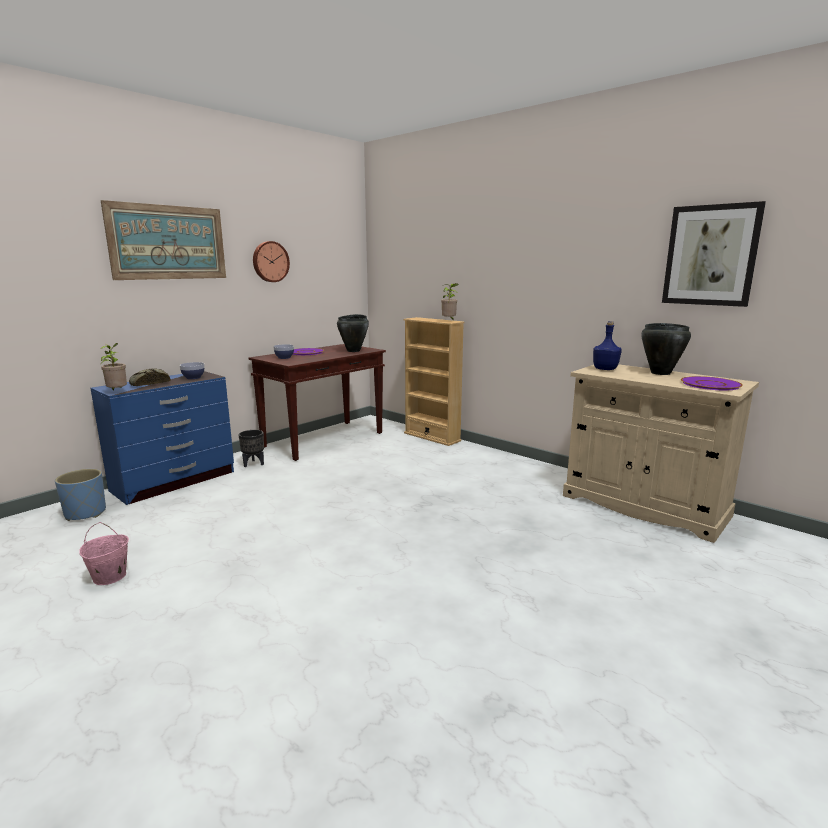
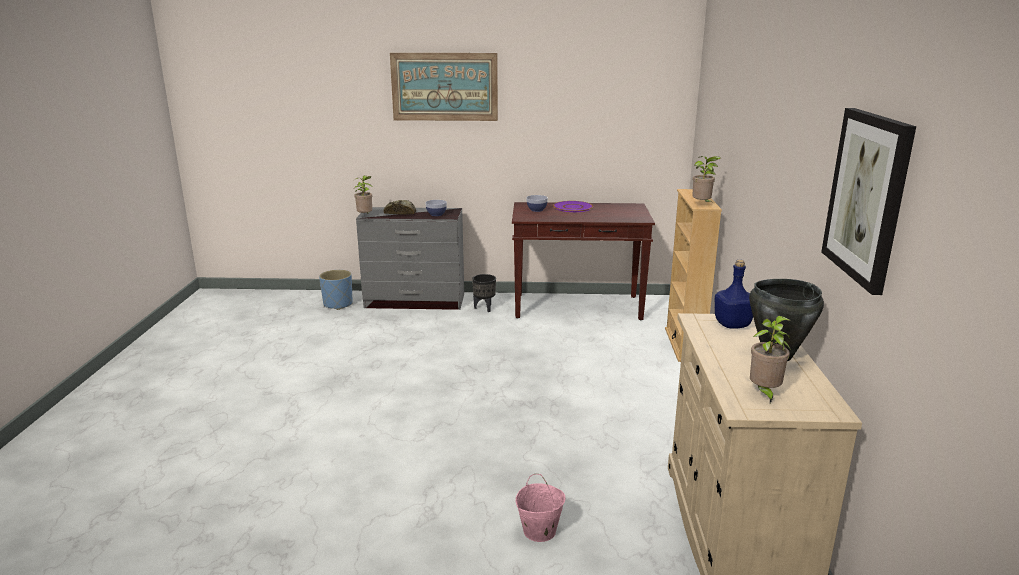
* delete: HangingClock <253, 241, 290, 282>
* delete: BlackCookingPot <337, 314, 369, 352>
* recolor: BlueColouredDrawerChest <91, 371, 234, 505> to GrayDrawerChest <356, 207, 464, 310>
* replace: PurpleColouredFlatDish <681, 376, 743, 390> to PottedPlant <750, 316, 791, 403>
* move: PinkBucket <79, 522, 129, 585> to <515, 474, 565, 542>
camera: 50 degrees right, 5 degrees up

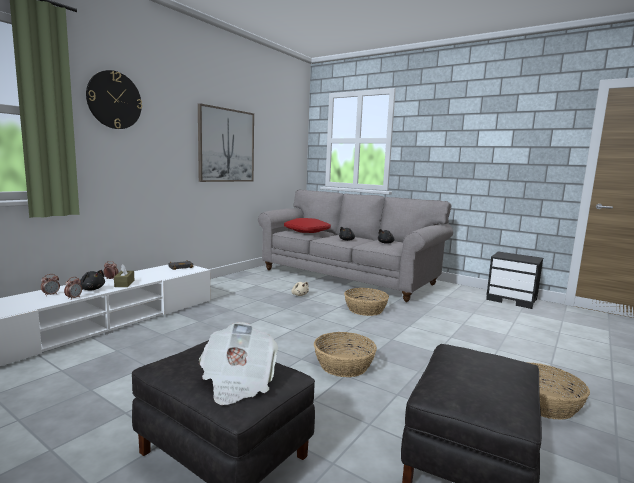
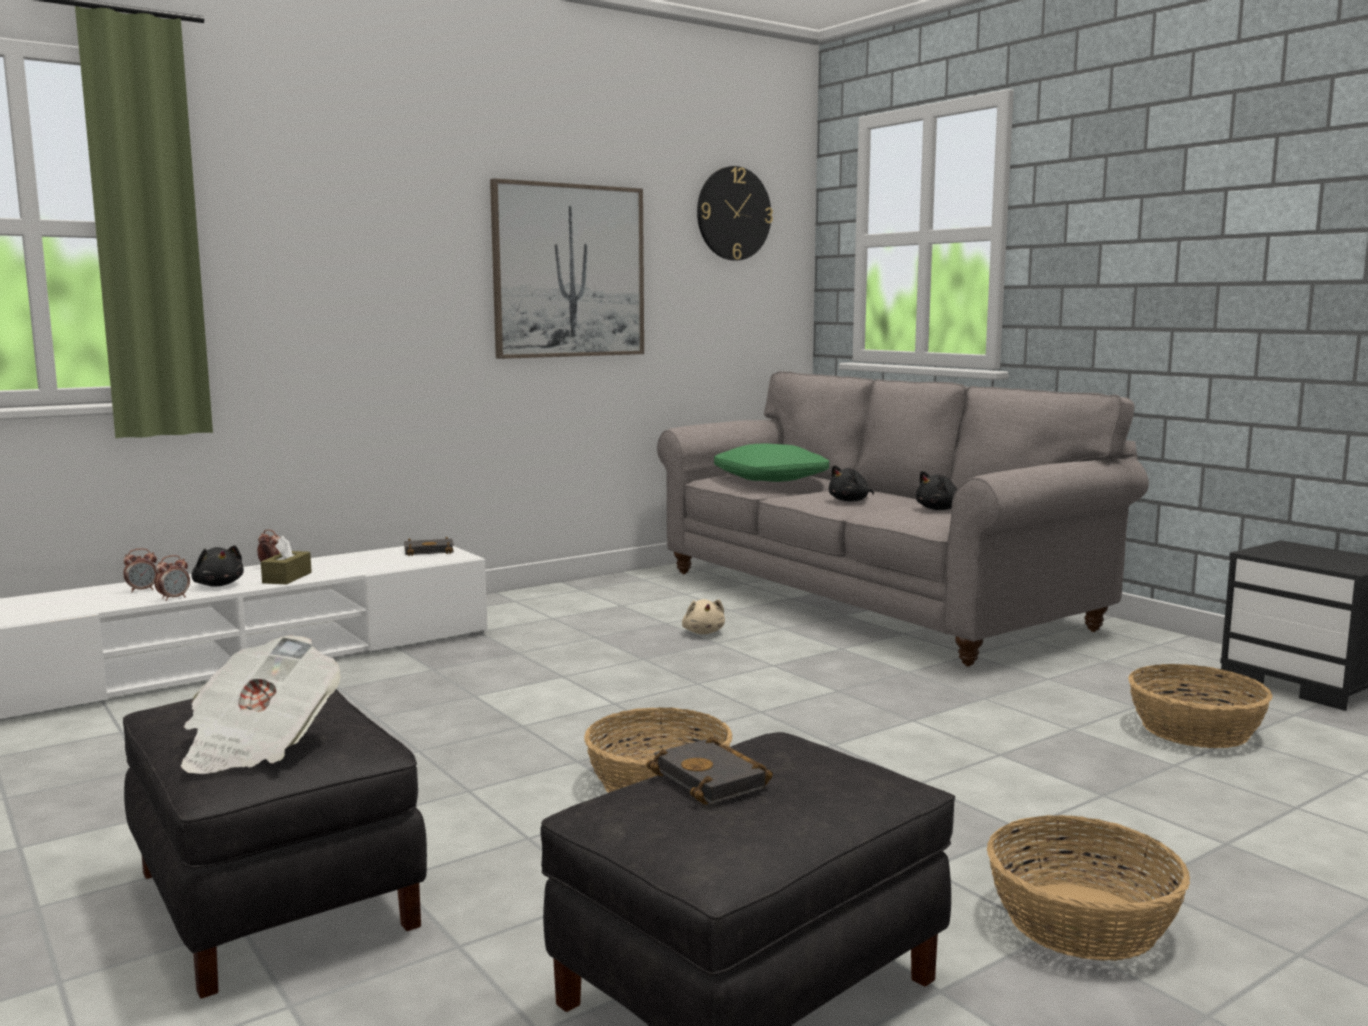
* move: HangingClock <86, 70, 142, 129> to <697, 166, 773, 261>
* recolor: RedColouredThrowPillow <284, 218, 331, 233> to GreenThrowPillow <714, 443, 829, 482>
* move: HouseholdBasket <344, 288, 389, 316> to <1128, 664, 1273, 748>
* insert: BlackVolume <646, 737, 773, 804>
camera: 20 degrees right, 0 degrees up

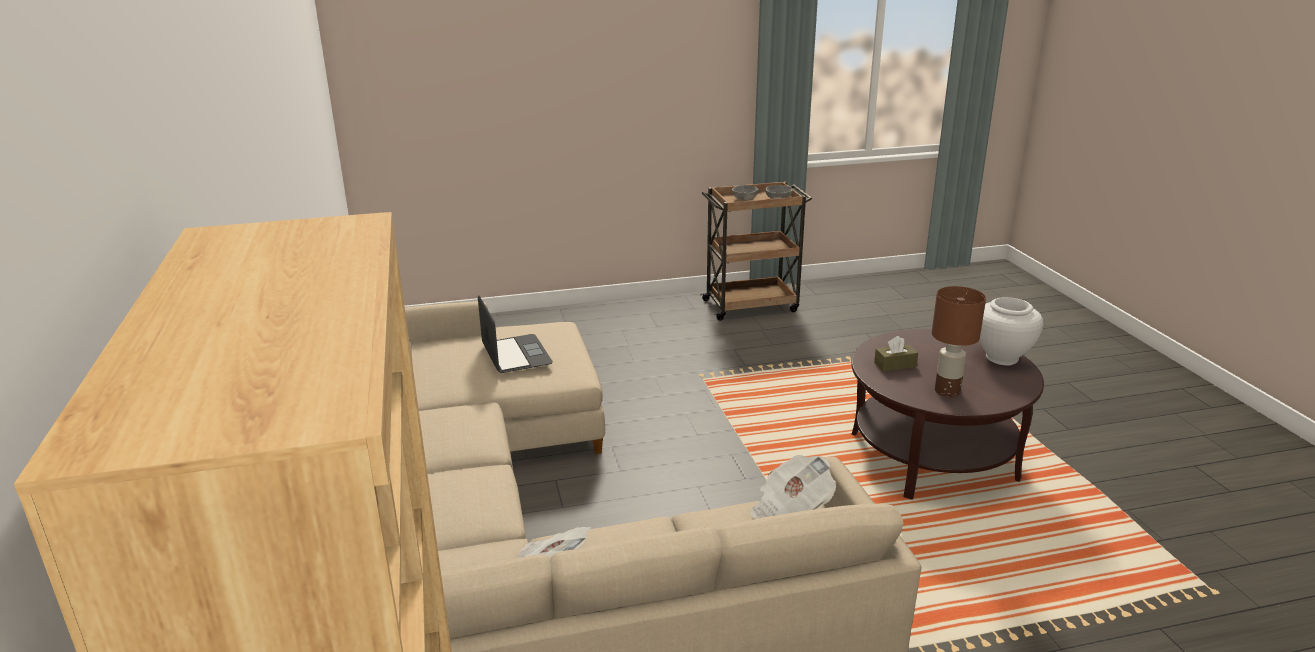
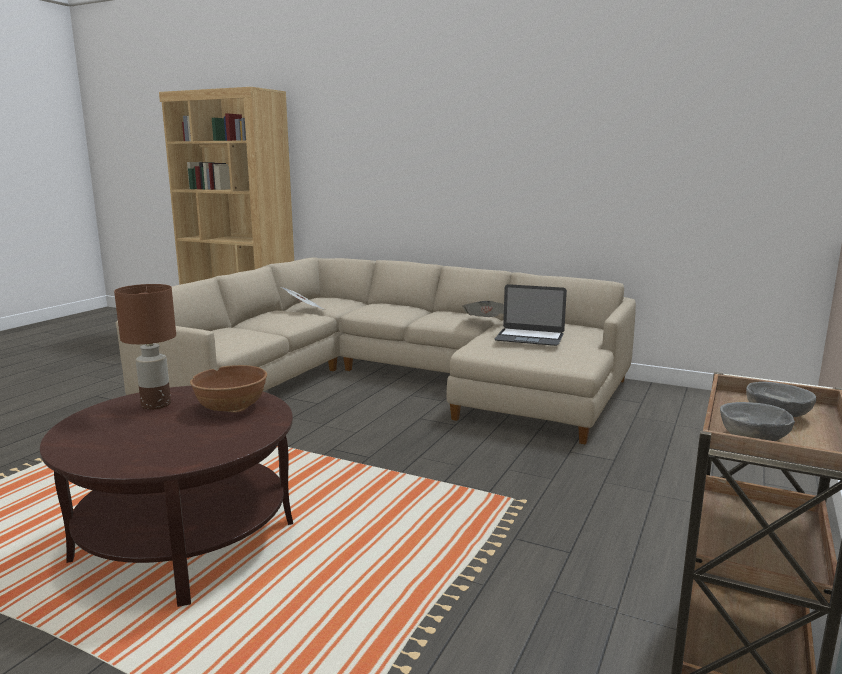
* delete: WhiteFlowerVase <979, 297, 1043, 365>
* replace: BrownColouredTissueBox <874, 336, 918, 372> to BrownColouredServingBowl <190, 365, 267, 413>
* move: PrintedPaper <750, 455, 836, 519> to <462, 301, 504, 317>
camera: 130 degrees right, 10 degrees down

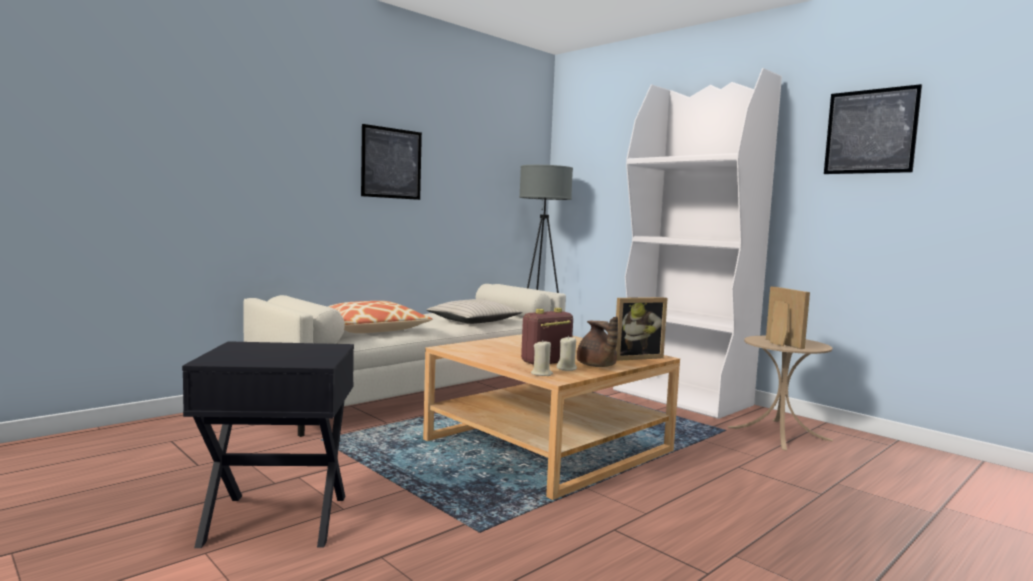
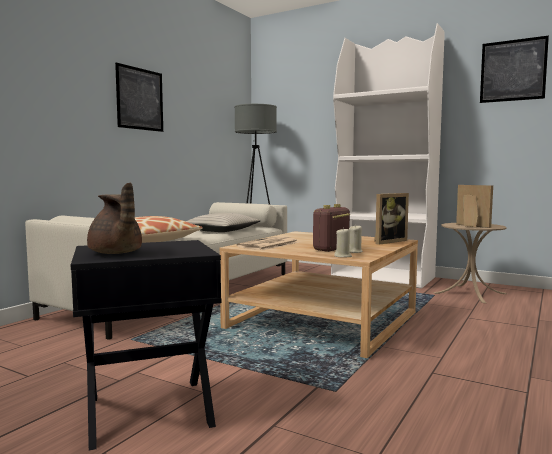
* move: BrownColouredPotForTea <577, 316, 618, 367> to <87, 183, 142, 254>
* insert: PrintedPaper <236, 236, 299, 250>
camera: 15 degrees left, 0 degrees up

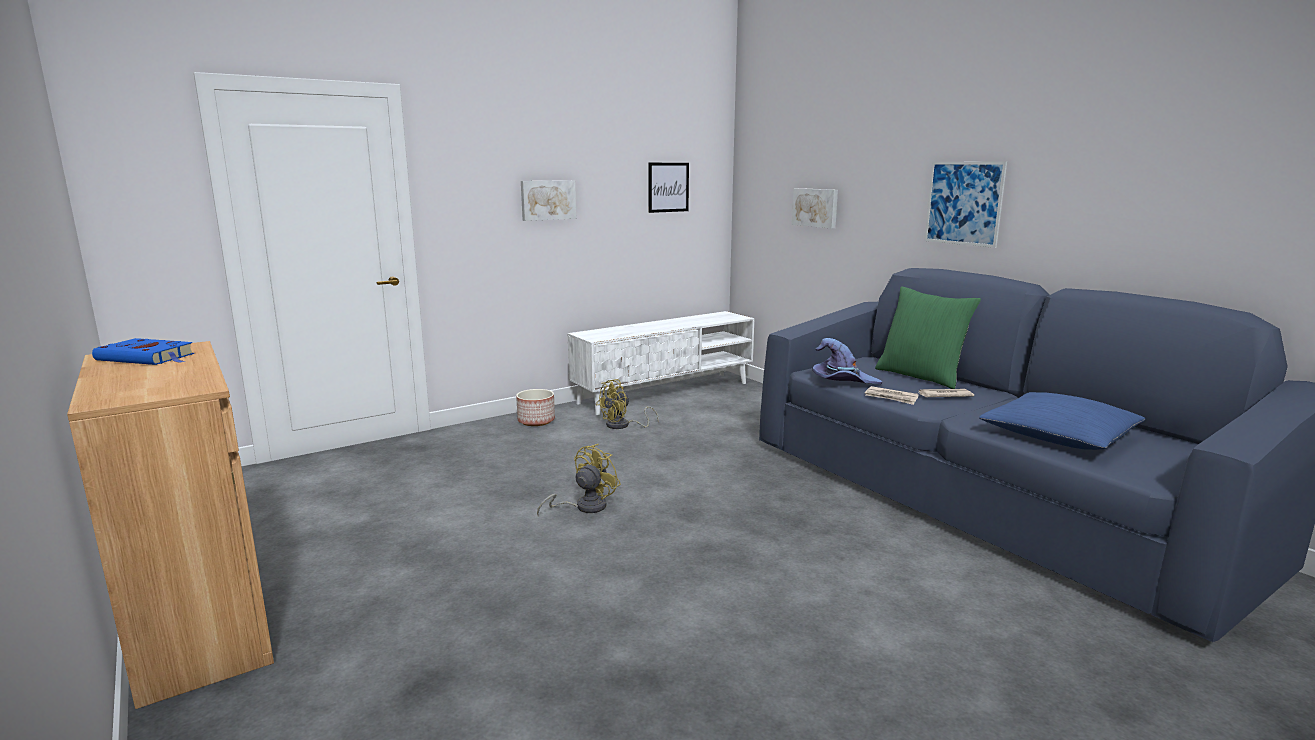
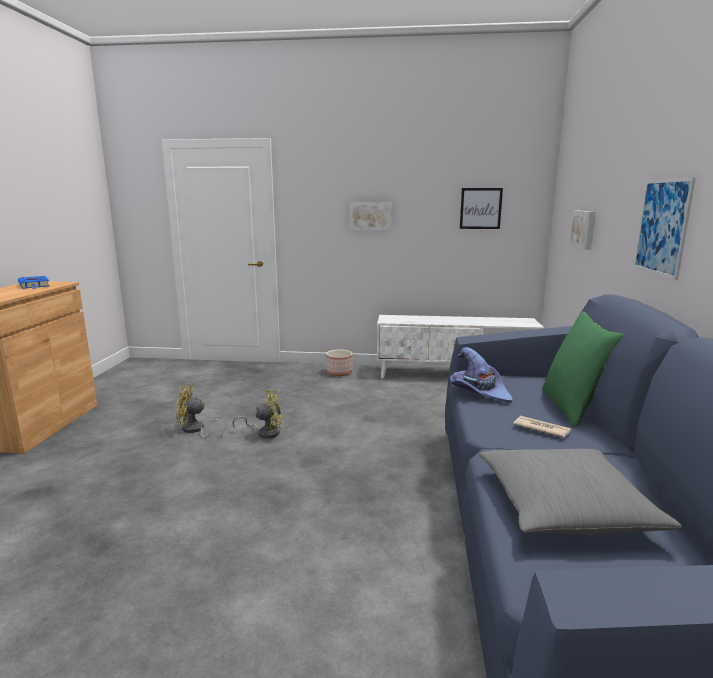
* move: YellowCoolingFan <596, 379, 659, 429> to <176, 386, 223, 438>
* delete: PrintedPaper <865, 386, 919, 405>
* recolor: BlueColouredThrowPillow <979, 392, 1145, 450> to GrayThrowPillow <479, 449, 682, 535>
camera: 40 degrees right, 0 degrees up

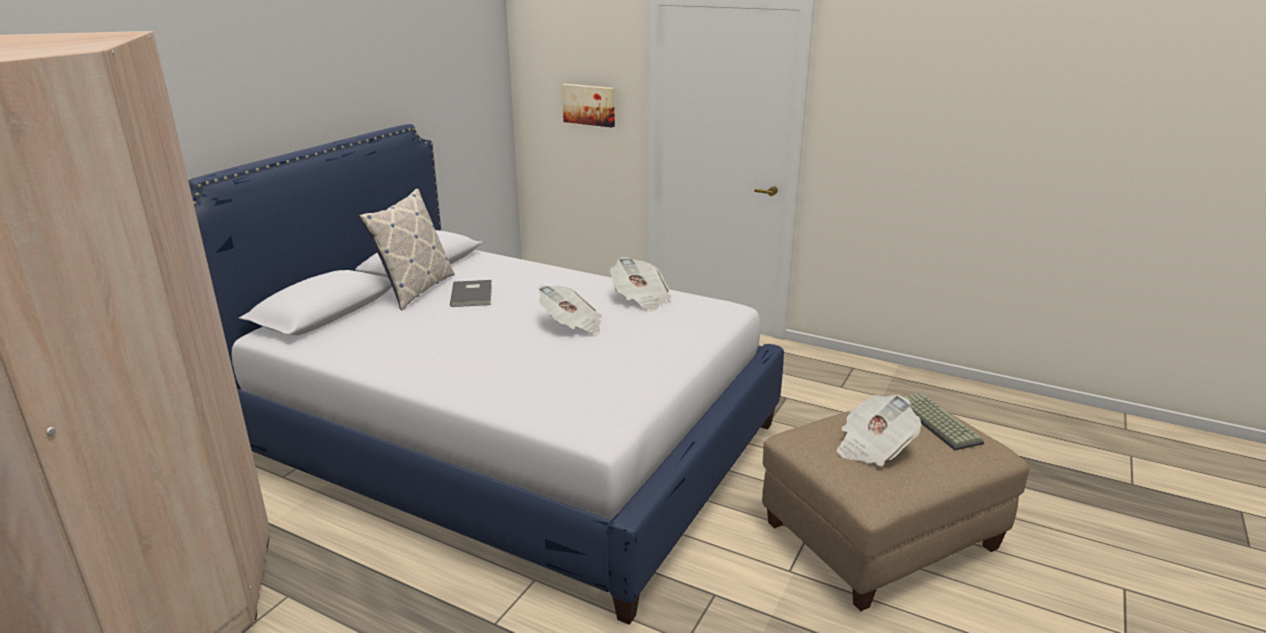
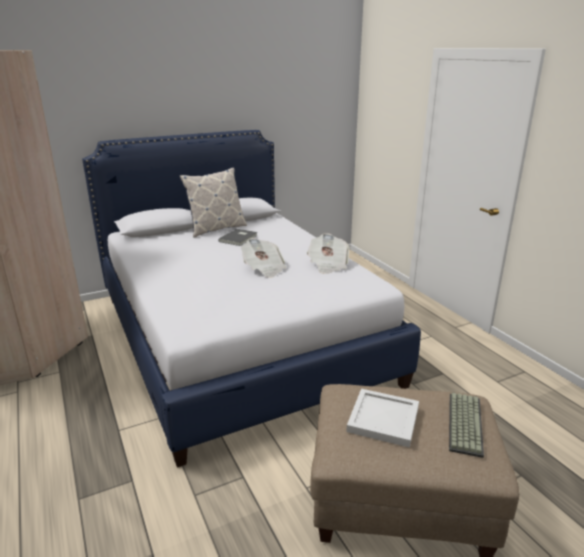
* delete: WallArt <562, 84, 615, 127>
* replace: PrintedPaper <837, 395, 921, 466> to WhiteTray <346, 389, 419, 448>
camera: 35 degrees right, 0 degrees up

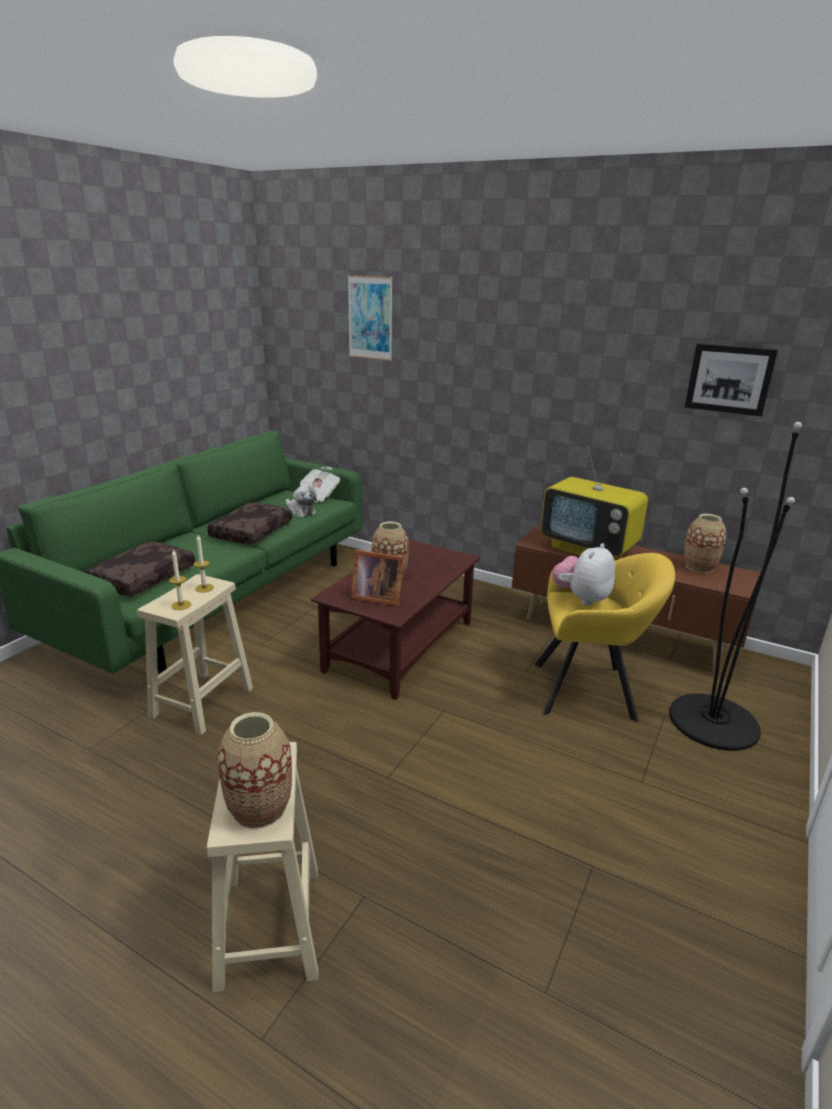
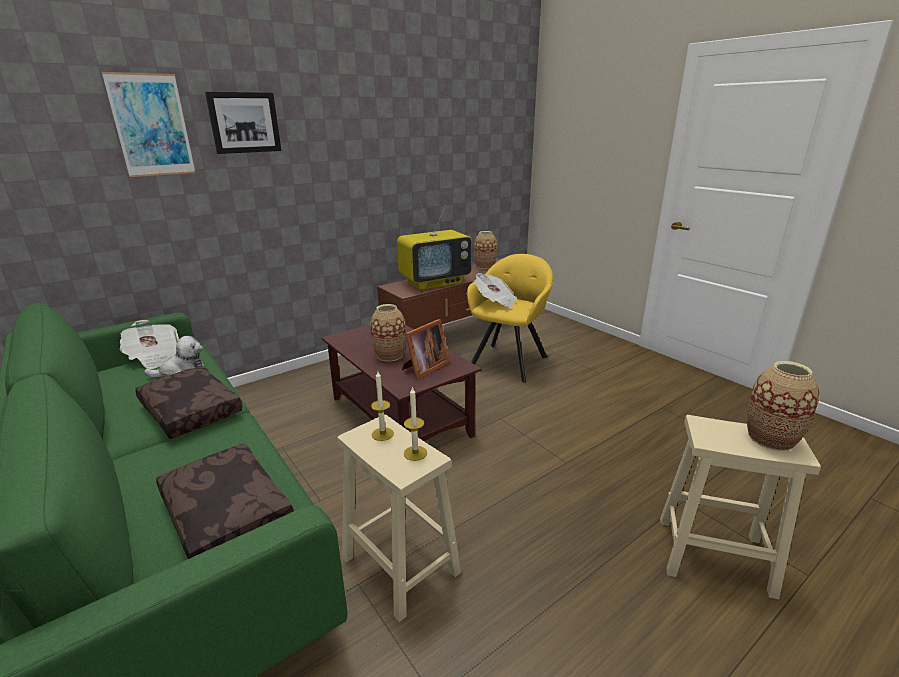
* move: WallArt <685, 343, 778, 416> to <205, 92, 282, 154>
* delete: BlackStandingLamp <669, 422, 802, 751>
* replace: SoftToy <552, 543, 615, 606> to PrintedPaper <474, 273, 517, 308>
camera: 65 degrees left, 0 degrees up

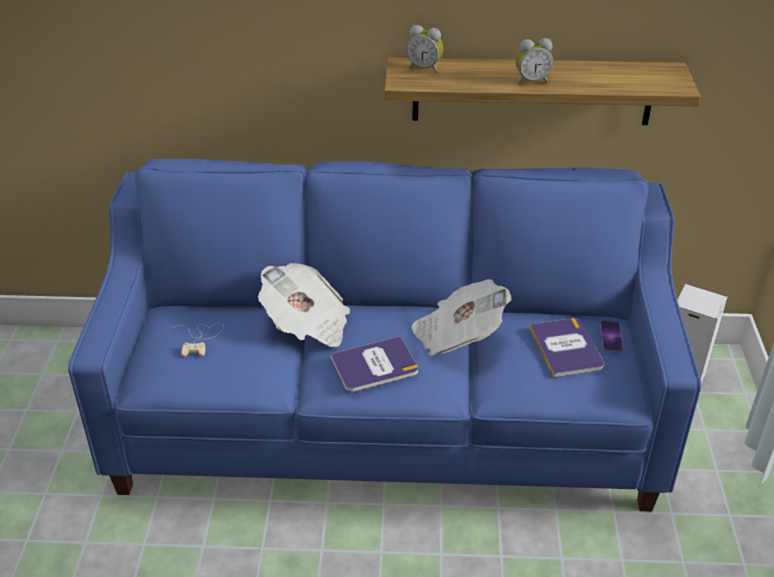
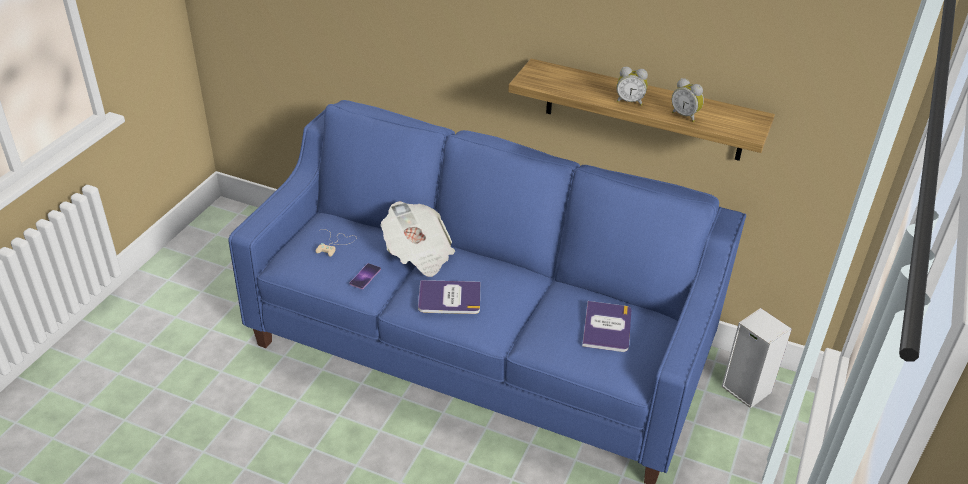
* move: AlarmClock <406, 25, 443, 73> to <672, 78, 704, 122>
* delete: PrintedPaper <411, 279, 512, 356>
* move: Handset <600, 321, 624, 352> to <349, 263, 381, 289>
camera: 20 degrees right, 0 degrees up

